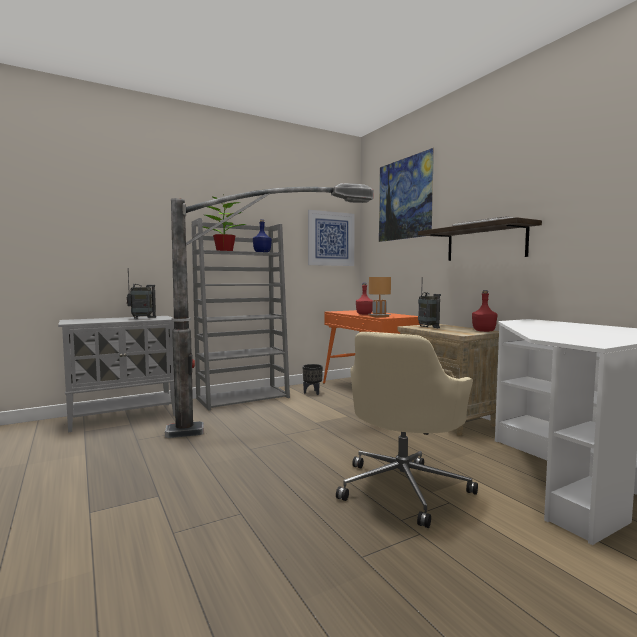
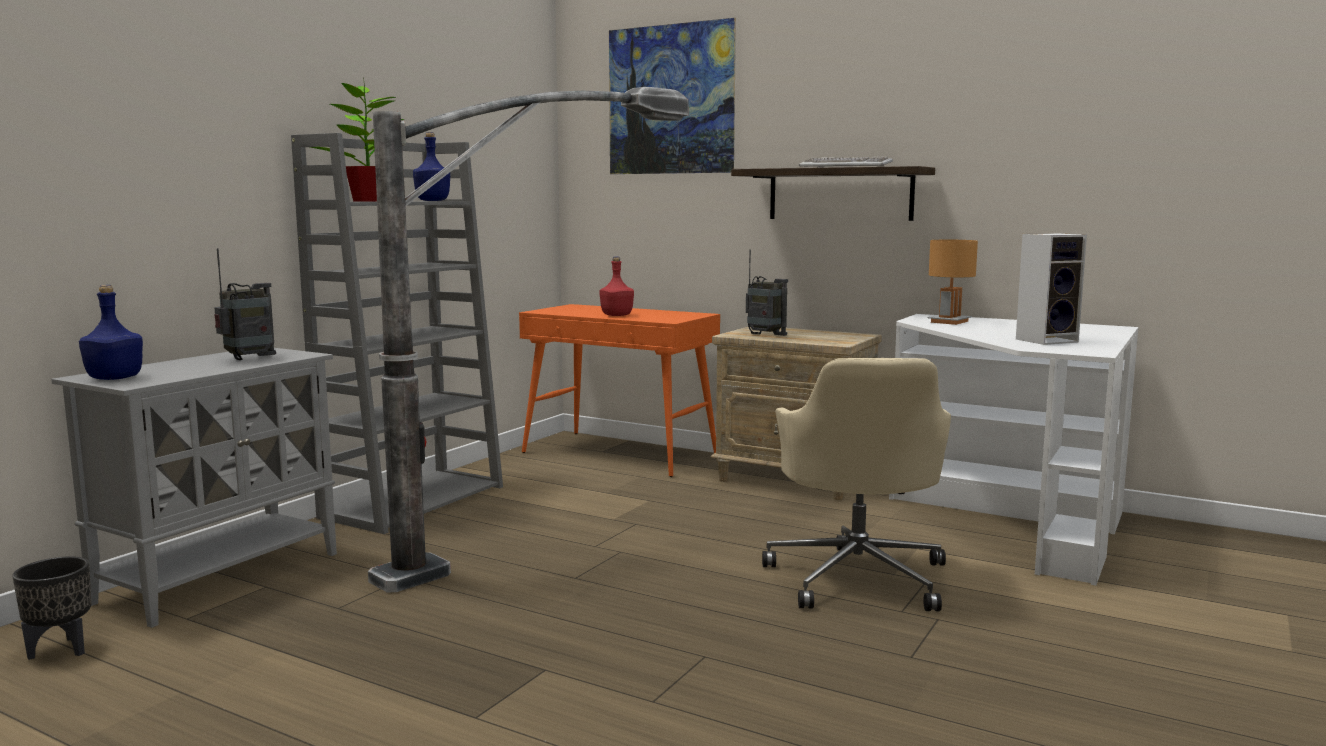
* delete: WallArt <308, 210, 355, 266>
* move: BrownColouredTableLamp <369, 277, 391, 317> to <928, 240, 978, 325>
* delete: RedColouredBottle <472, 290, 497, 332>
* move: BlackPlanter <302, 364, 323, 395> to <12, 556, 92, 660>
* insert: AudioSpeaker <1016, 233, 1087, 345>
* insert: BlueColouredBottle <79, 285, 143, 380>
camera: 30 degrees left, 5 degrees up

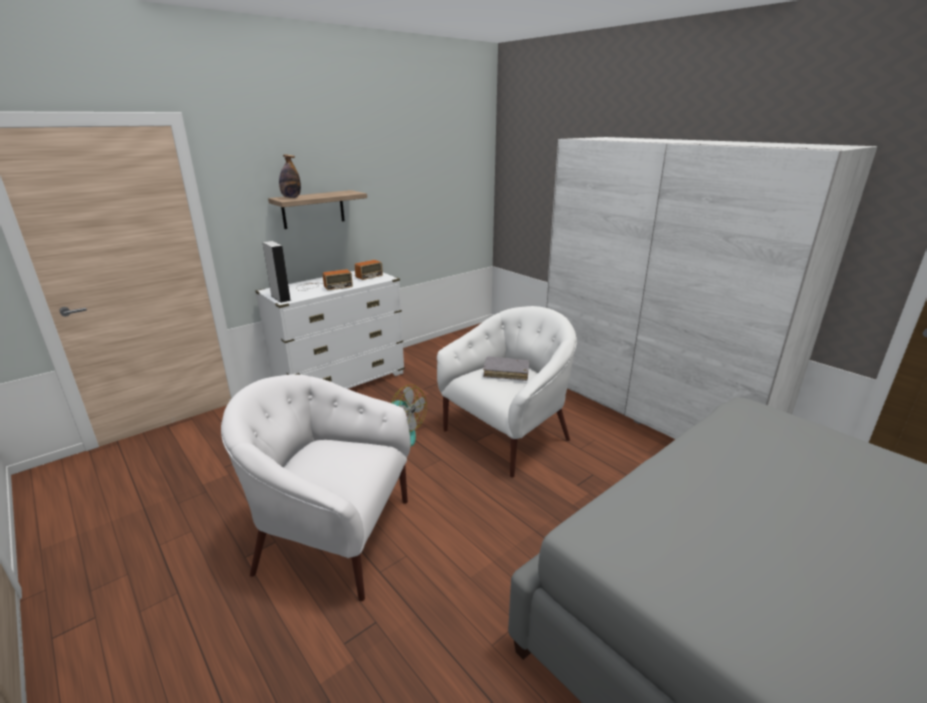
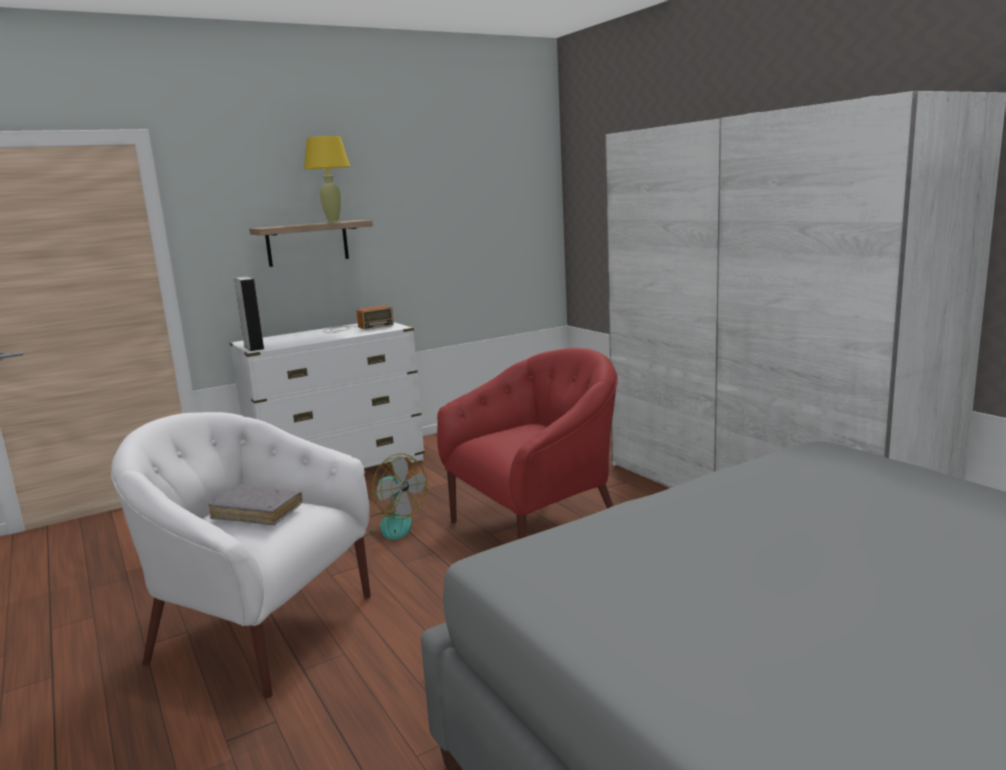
* delete: Bottle <279, 155, 301, 198>
* delete: RadioReceiver <296, 269, 353, 291>
* recolor: WhiteArmchair <437, 306, 577, 477> to RedColouredArmchair <437, 348, 618, 539>
* move: GrayVolume <483, 357, 529, 381> to <208, 485, 302, 526>
* insert: YellowTableLamp <304, 136, 350, 223>
camera: 10 degrees right, 10 degrees down

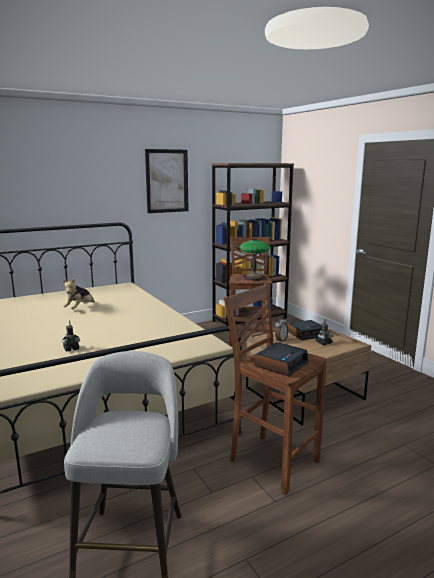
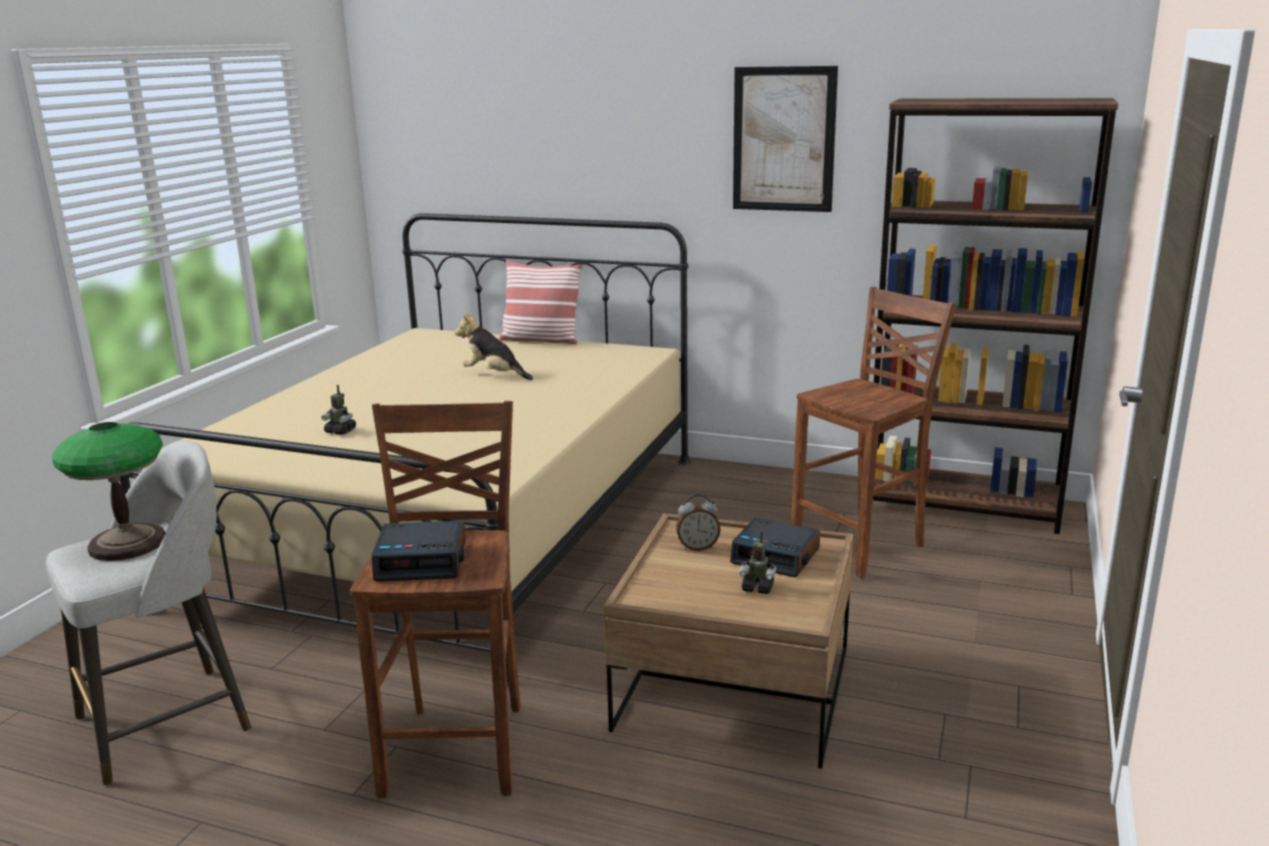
* move: TableLamp <240, 239, 270, 281> to <52, 422, 166, 561>
* rotate: SoftToy <63, 278, 95, 309> = <454, 312, 533, 380> 45 degrees clockwise
* insert: ThrowPillow <499, 260, 582, 344>
camera: 50 degrees right, 5 degrees up

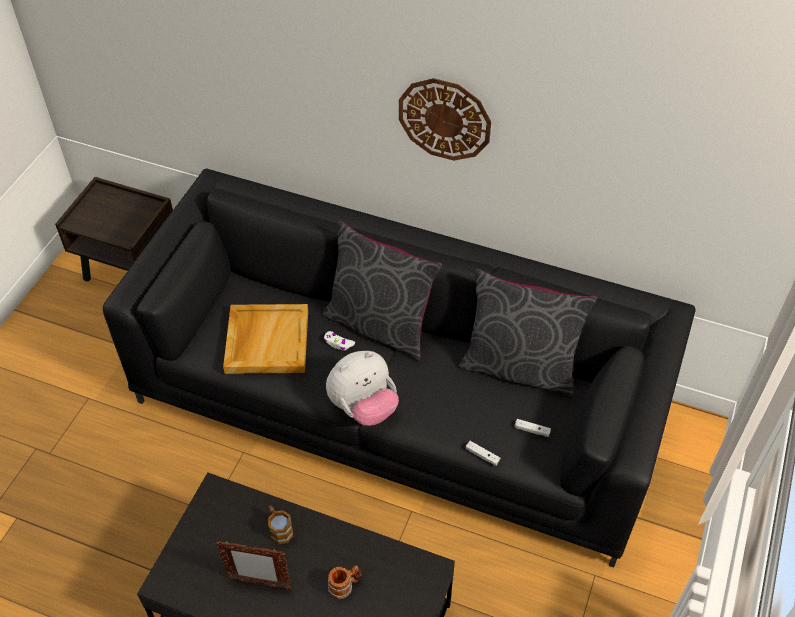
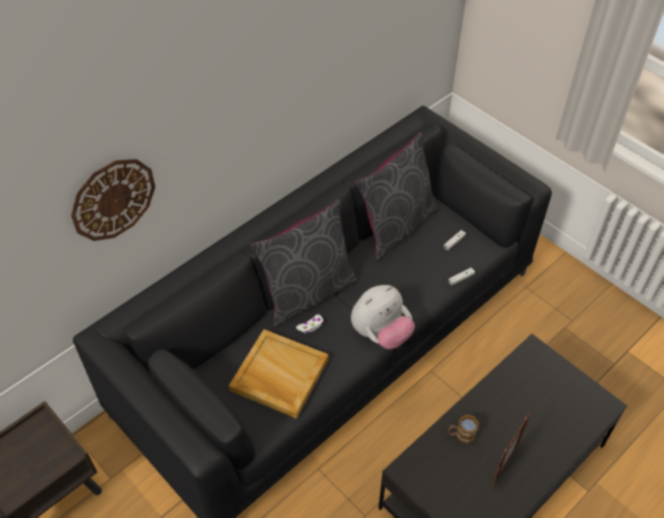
* move: HangingClock <399, 78, 491, 161> to <71, 159, 155, 241>
* rotate: SoftToy <326, 351, 399, 426> = <351, 285, 415, 349> 60 degrees clockwise
* delete: Mug <328, 565, 362, 599>
camera: 65 degrees left, 0 degrees up

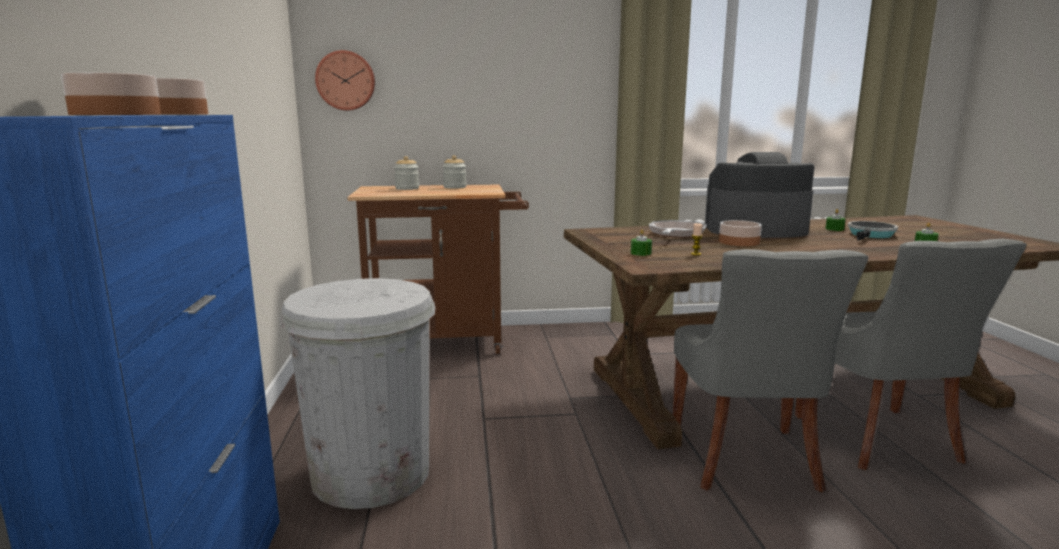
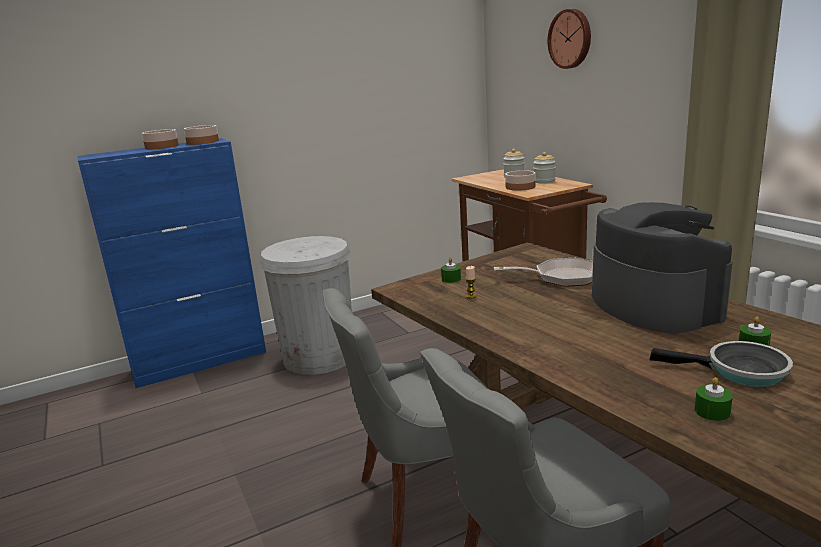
* move: HangingClock <315, 50, 375, 110> to <548, 9, 591, 69>
* move: ServingBowl <719, 220, 762, 246> to <505, 170, 535, 190>
camera: 70 degrees right, 5 degrees up

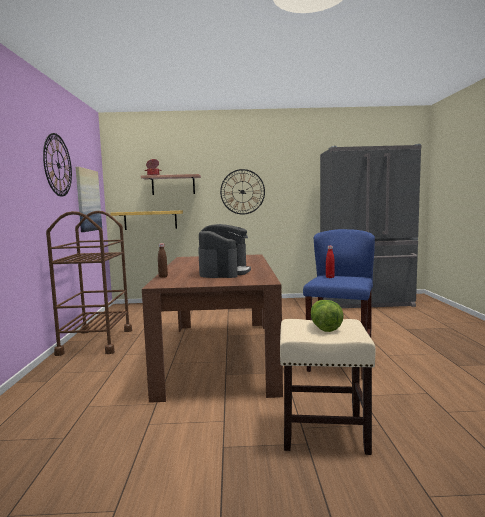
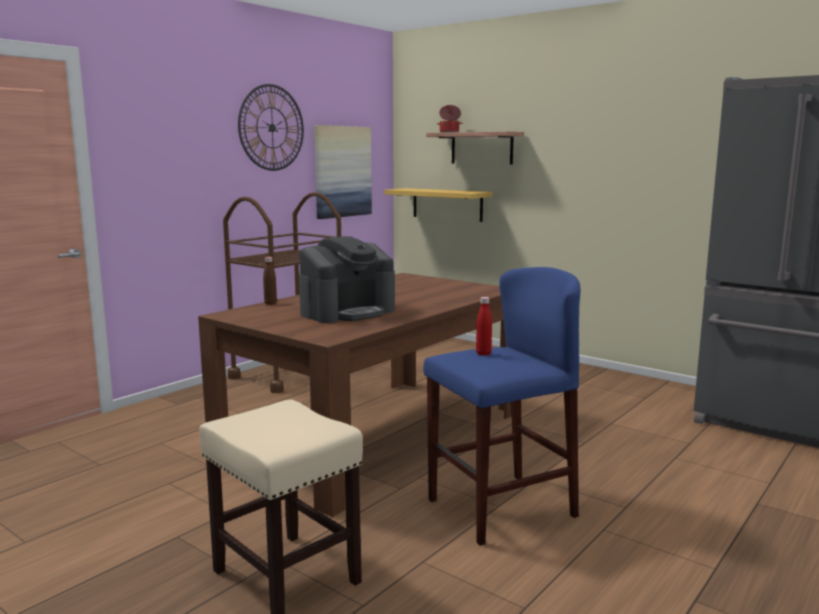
* delete: HangingClock <220, 169, 265, 215>
* delete: Lettuce <311, 300, 344, 332>
camera: 40 degrees right, 5 degrees up

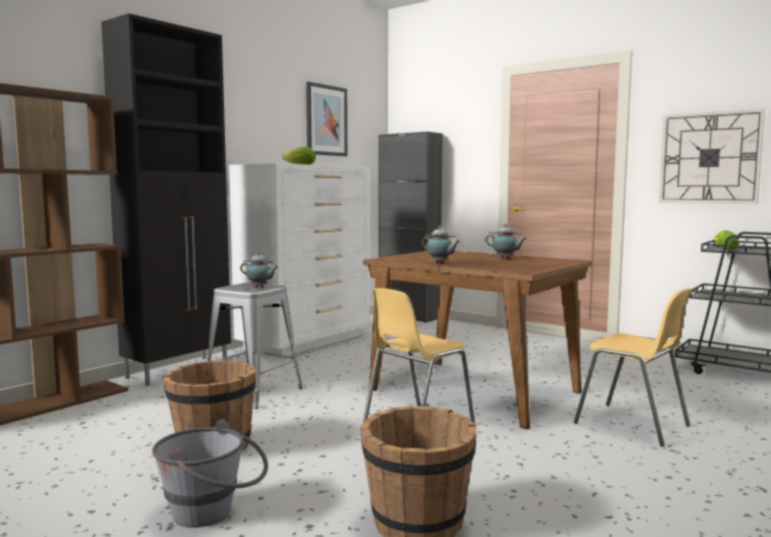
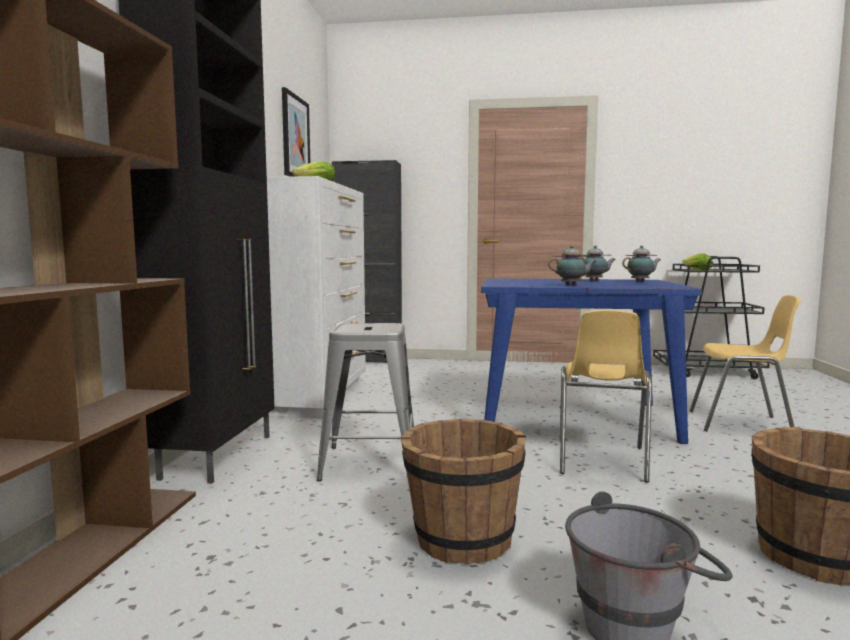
* delete: HangingClock <659, 108, 765, 204>
* recolor: BrownColouredDinnerTable <364, 251, 591, 429> to BlueColouredDinnerTable <481, 278, 702, 444>
* move: PotForTea <240, 252, 279, 288> to <622, 245, 661, 282>
camera: 30 degrees left, 0 degrees up

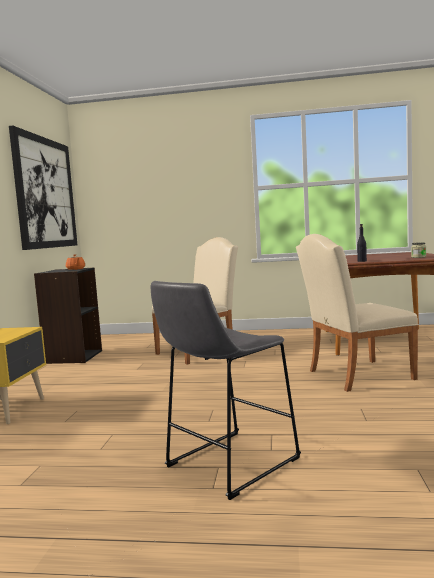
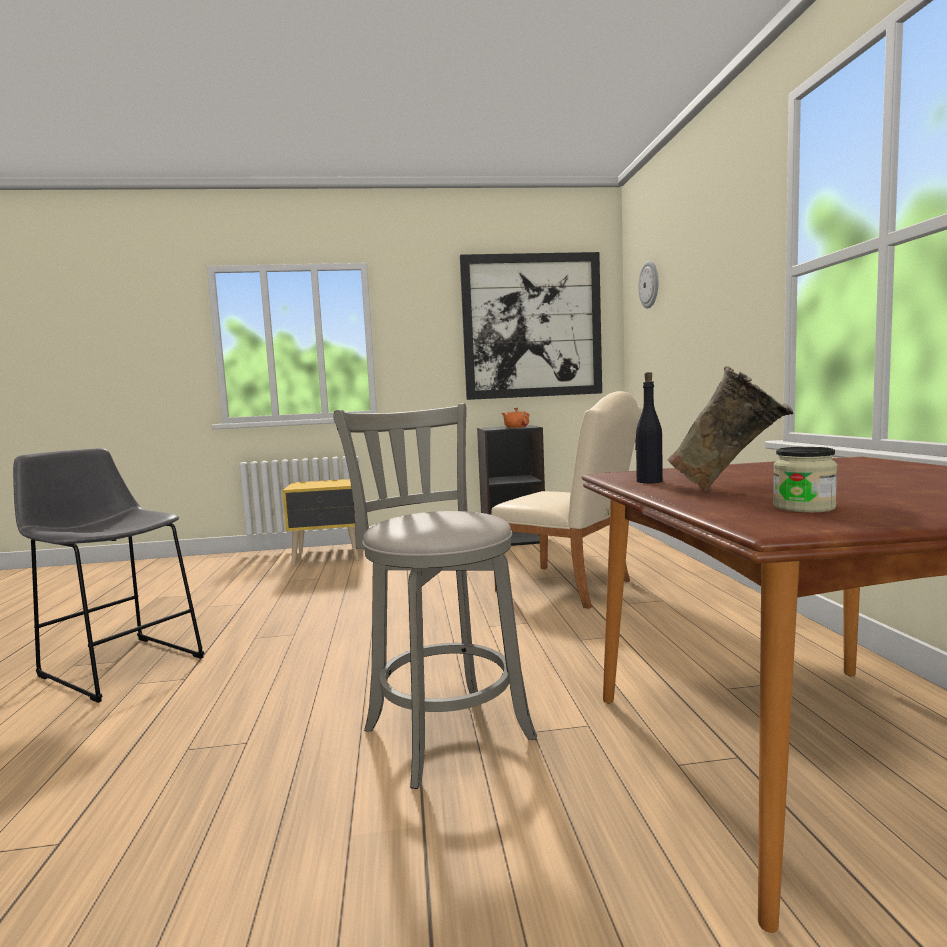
* replace: SandColouredPlainChair <296, 234, 418, 392> to GrayStool <333, 403, 537, 789>
* insert: HangingClock <638, 261, 658, 309>
* insert: SandColouredFlowerVase <667, 366, 794, 491>
camera: 75 degrees right, 0 degrees up

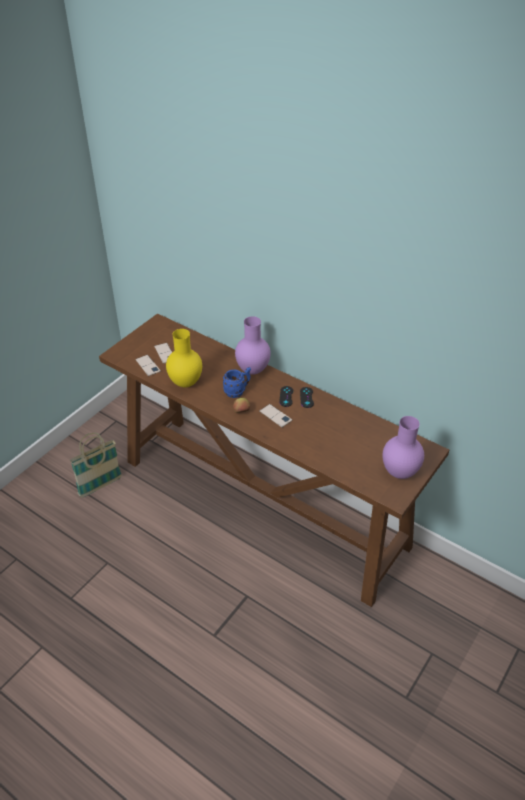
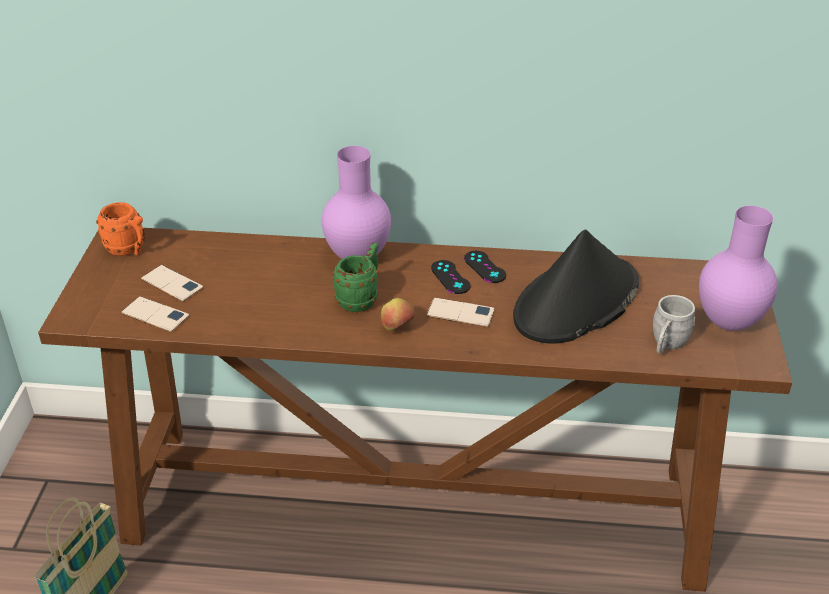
* delete: YellowFlowerVase <166, 329, 202, 388>
* recolor: BlueColouredMug <222, 367, 251, 398> to GreenMug <333, 242, 378, 312>
* insert: OrangeColouredMug <96, 202, 145, 256>
* insert: BlackClothingHat <513, 229, 639, 344>
* insert: GrayMug <653, 295, 695, 354>
camera: 30 degrees left, 5 degrees down

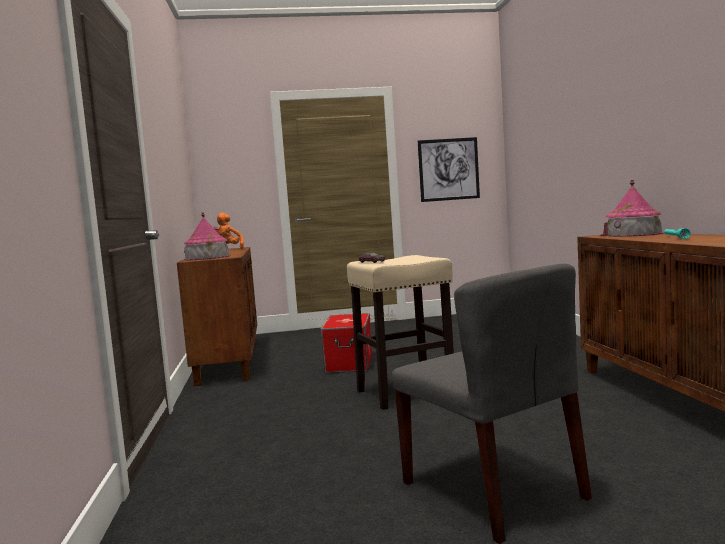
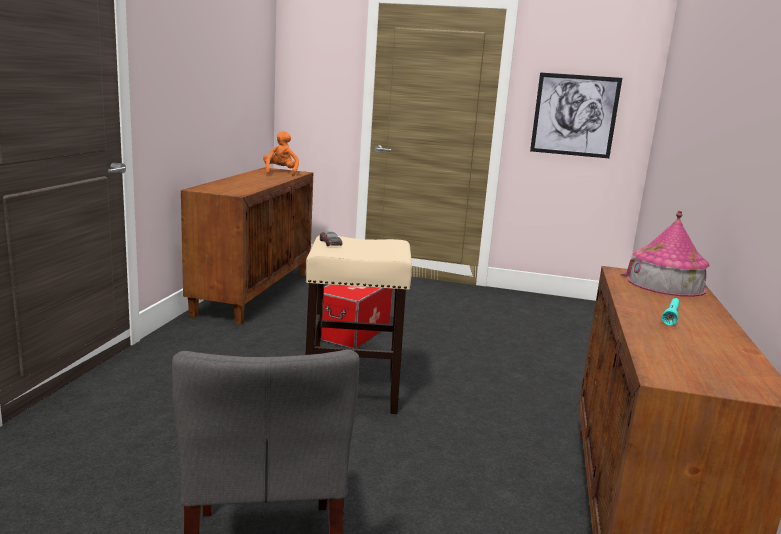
* delete: MiniatureHouse <184, 212, 231, 260>
camera: 20 degrees right, 10 degrees up

